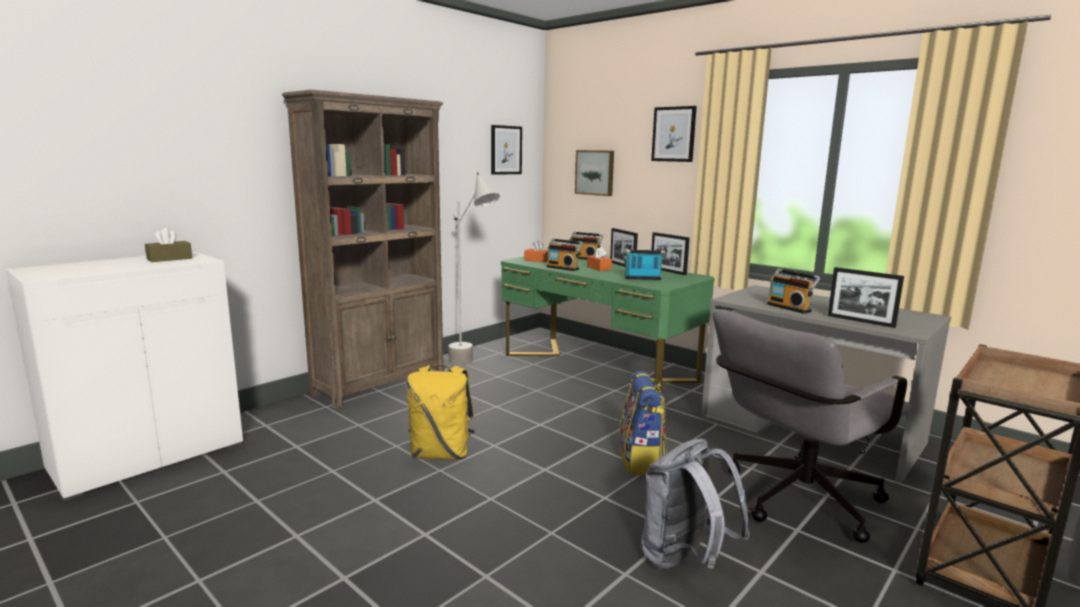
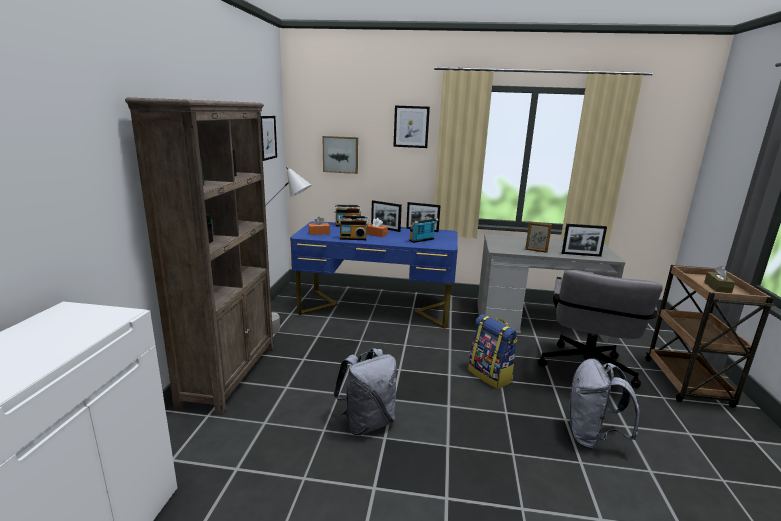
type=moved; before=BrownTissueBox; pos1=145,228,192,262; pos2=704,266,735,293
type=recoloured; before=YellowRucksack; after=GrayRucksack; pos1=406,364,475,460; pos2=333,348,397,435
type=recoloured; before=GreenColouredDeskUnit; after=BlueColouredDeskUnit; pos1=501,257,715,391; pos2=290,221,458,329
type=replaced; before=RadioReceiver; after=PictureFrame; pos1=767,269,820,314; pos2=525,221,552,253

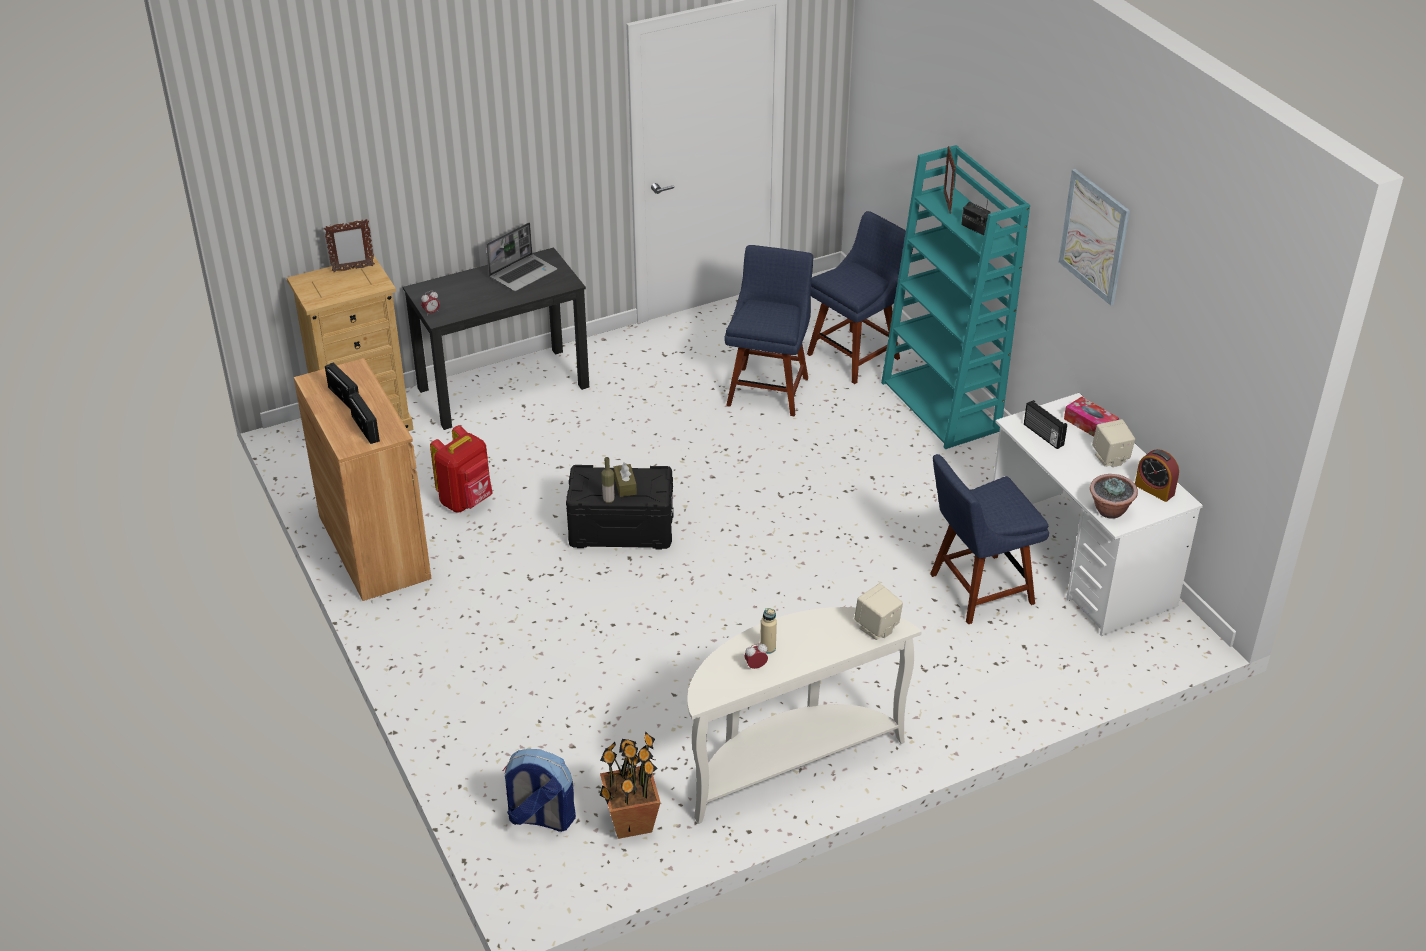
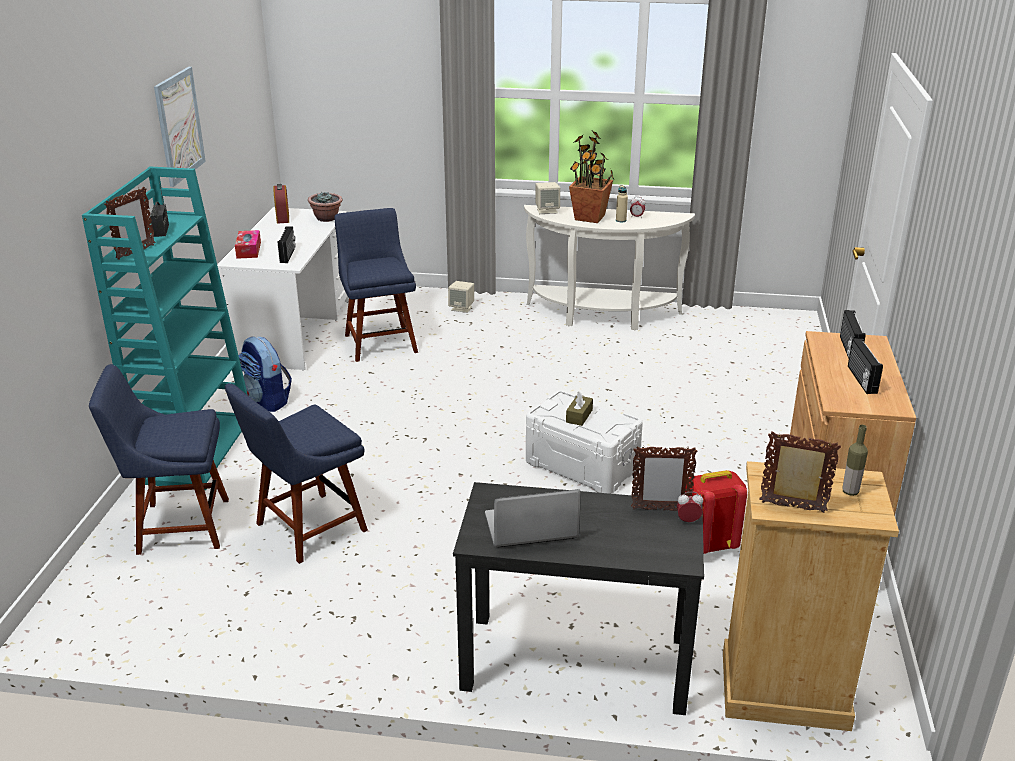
type=moved; before=Rucksack; pos1=503,749,576,832; pos2=238,336,292,412
type=recoloured; before=BlackColouredStorageContainer; after=WhiteColouredStorageContainer; pos1=566,465,674,550; pos2=526,391,643,494
type=moved; before=PlantInAPot; pos1=600,731,661,839; pos2=569,131,614,223
type=moved; before=Bottle; pos1=601,457,615,503; pos2=843,425,868,496
type=turned; before=BlueColouredPlainChair; pos1=930,454,1049,624; pos2=334,208,418,362; turn=-120
type=moved; before=BeigeAudioSpeaker; pos1=1092,419,1135,467; pos2=448,281,474,313
type=added; after=PictureFrame; pos2=631,446,698,511

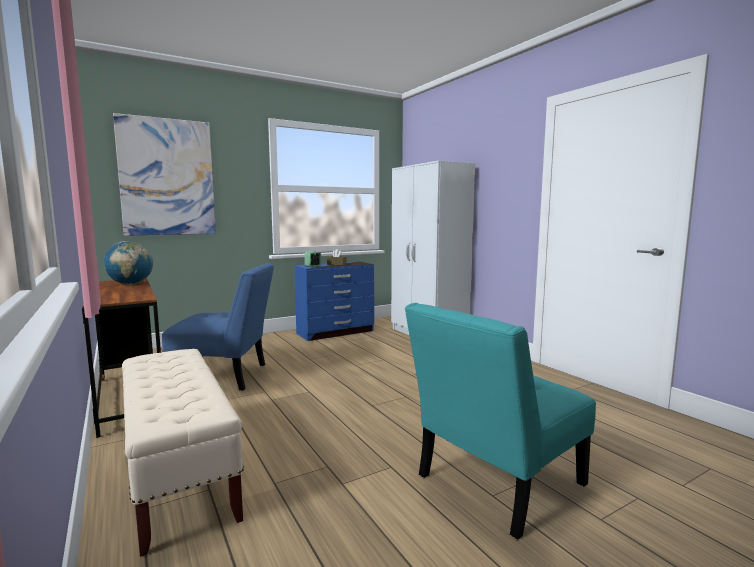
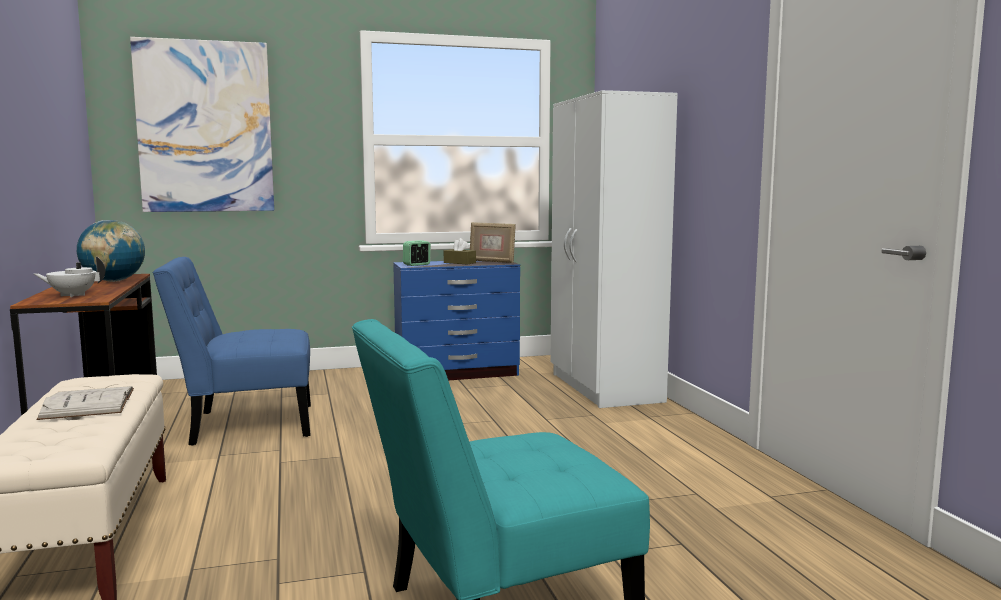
type=turned; before=BlueColouredPlainChair; pos1=162,263,274,390; pos2=153,257,311,445; turn=150
type=added; after=WhiteColouredTeaPot; pos2=34,256,105,297
type=added; after=WhiteColouredVolume; pos2=36,386,134,420
type=added; after=PictureFrame; pos2=470,222,516,263

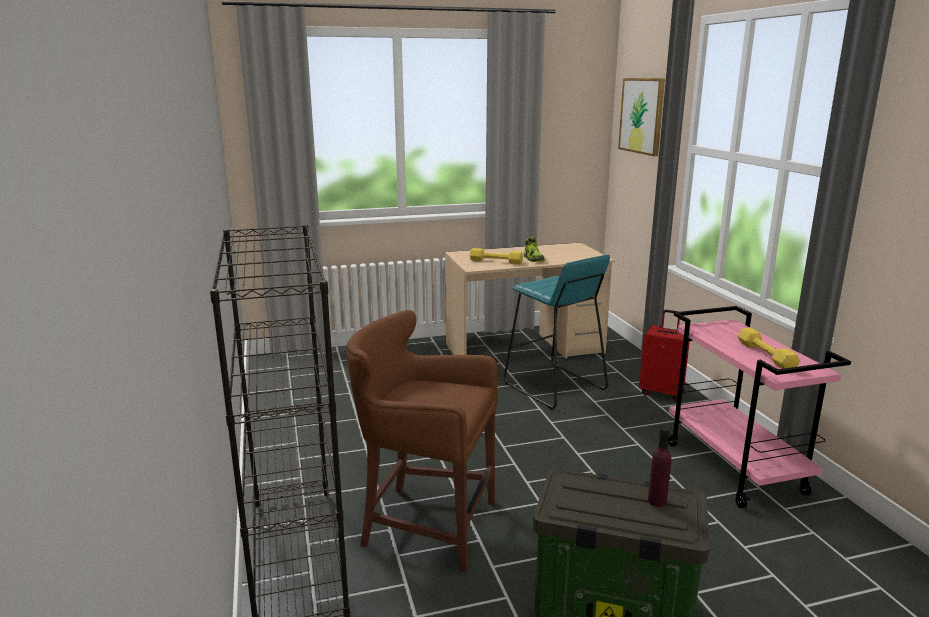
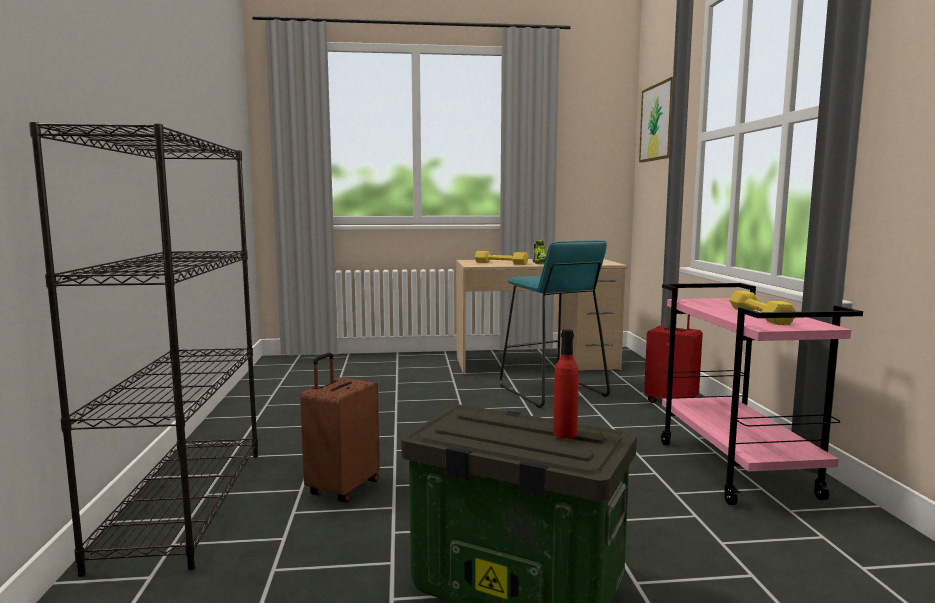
type=replaced; before=BrownSittingStool; after=BrownTravelCase; pos1=347,310,498,572; pos2=300,353,380,502
type=recoloured; before=PurplishBottle; after=ReddishBottle; pos1=648,427,671,507; pos2=553,329,578,438

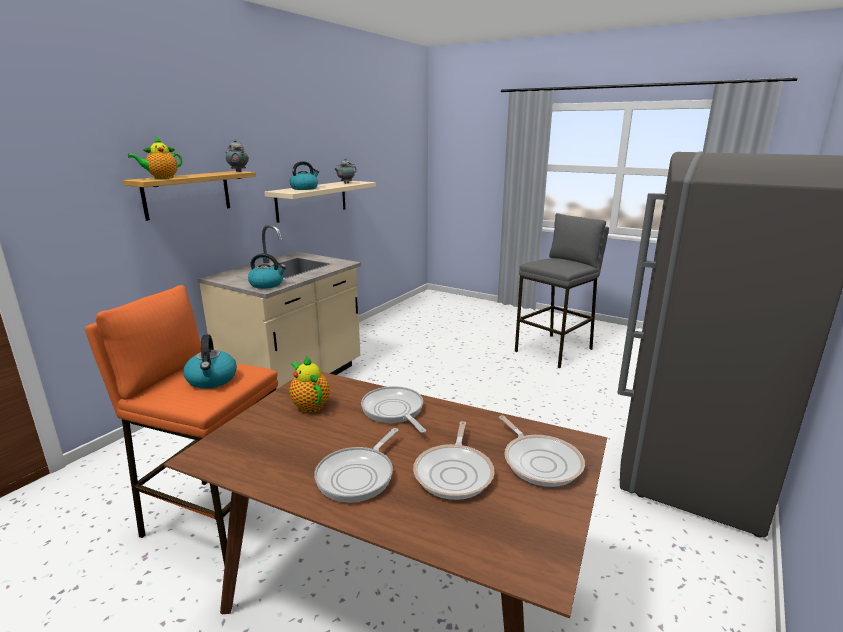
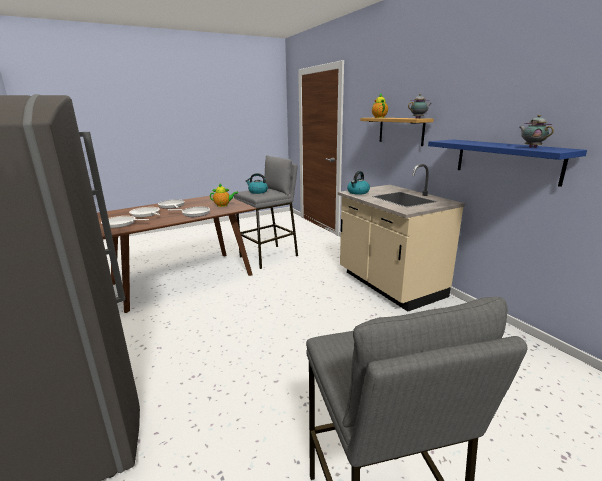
type=recoloured; before=OrangeySittingStool; after=GraySittingStool; pos1=85,285,278,567; pos2=234,155,298,269
type=recoloured; before=BeigeShelf; after=BlueColouredShelf; pos1=264,181,376,223; pos2=428,139,587,187
type=removed; before=Kettle; pos1=290,161,319,190

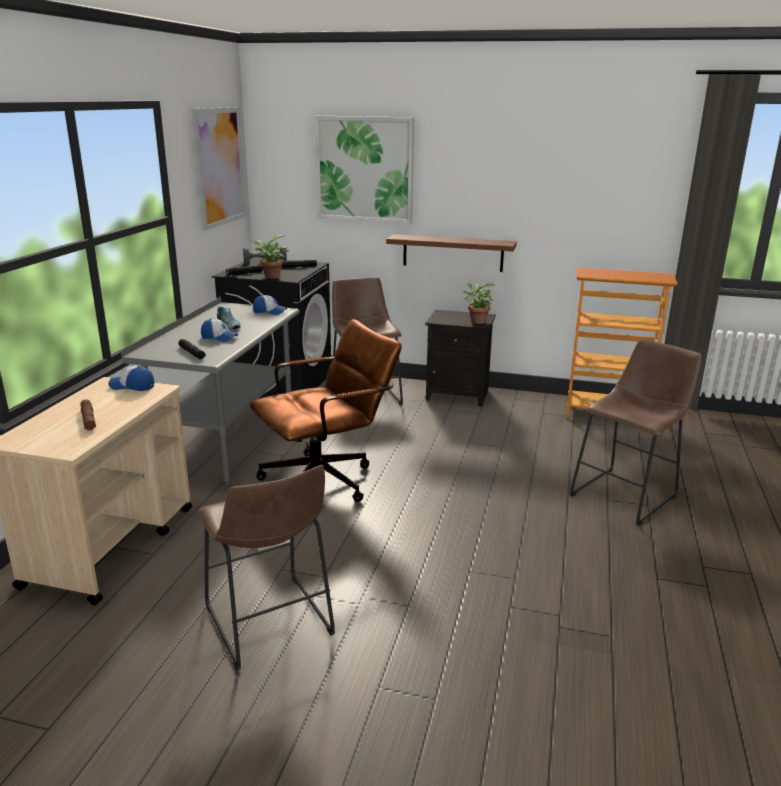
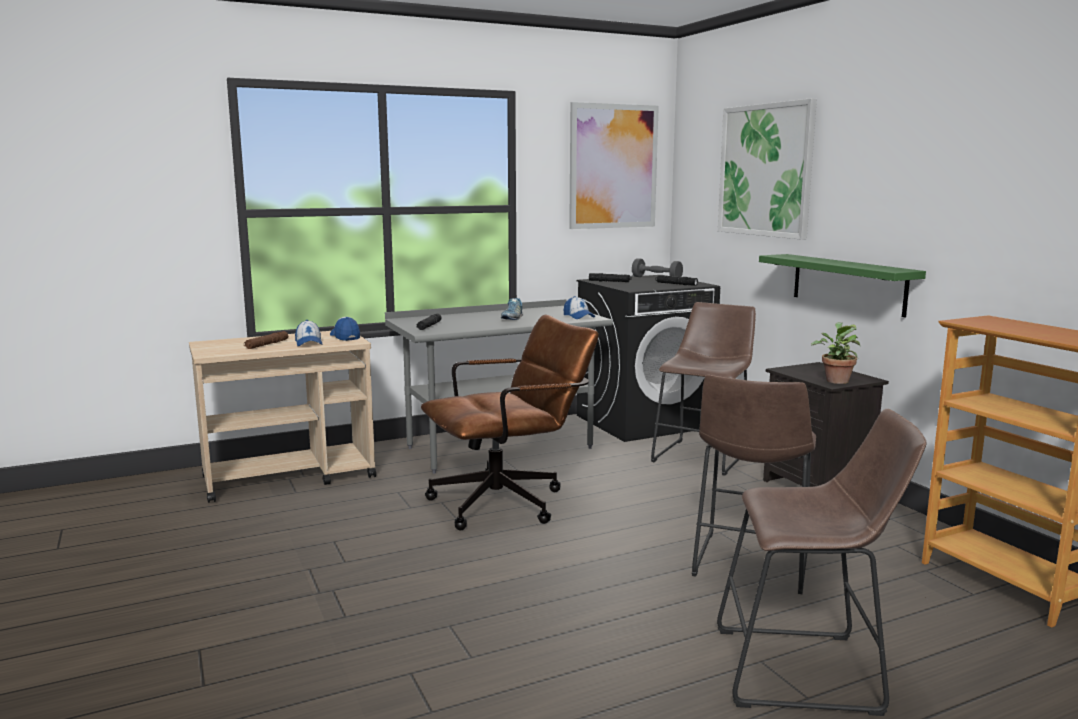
type=moved; before=BrownSittingStool; pos1=197,465,335,670; pos2=692,375,816,594
type=moved; before=PeakedCap; pos1=201,318,238,342; pos2=295,320,323,346
type=removed; before=PlantInAPot; pos1=248,235,289,279
type=turned; before=BrownOfficeChair; pos1=250,319,402,502; pos2=421,315,599,530; turn=-45
type=recoloured; before=BrownShelf; after=GreenColouredShelf; pos1=386,234,517,272; pos2=759,254,926,317

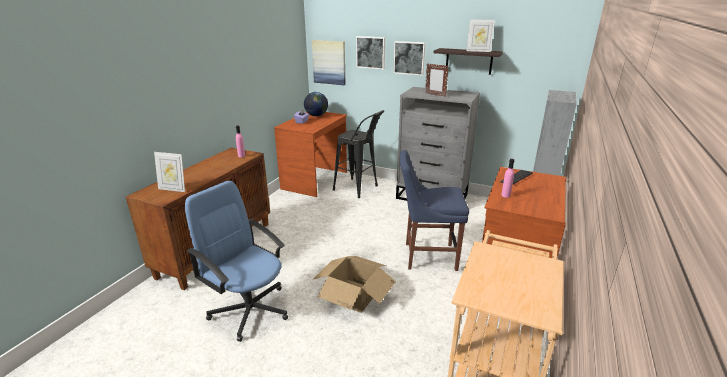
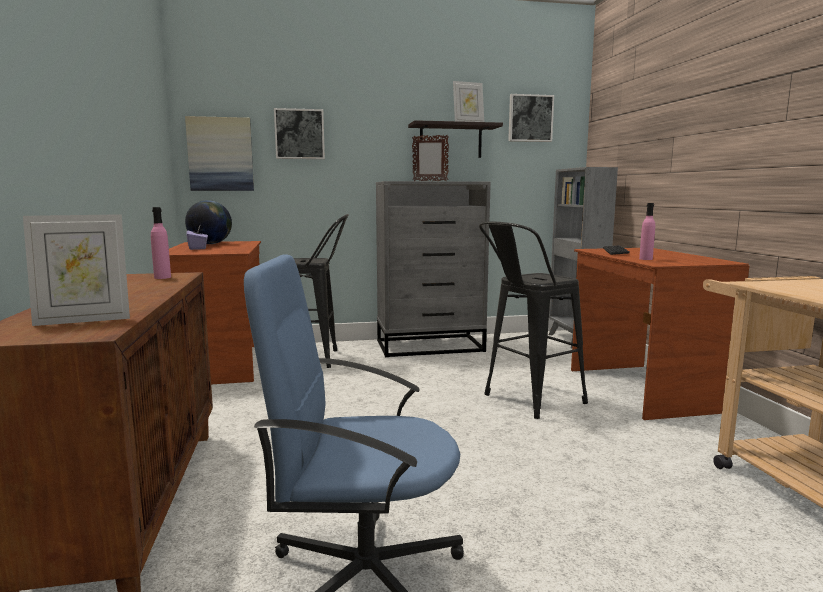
type=removed; before=Carton; pos1=312,256,396,313
type=moved; before=Picture; pos1=393,41,426,76; pos2=508,94,554,142
type=replaced; before=BlueColouredPlainChair; after=BlackColouredSittingStool; pos1=400,150,469,271; pos2=479,221,588,419

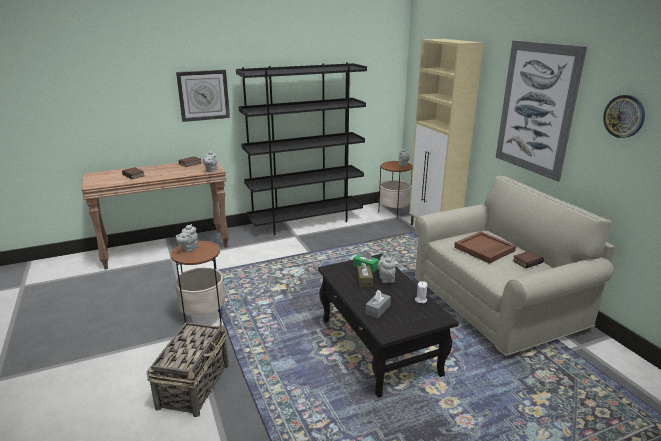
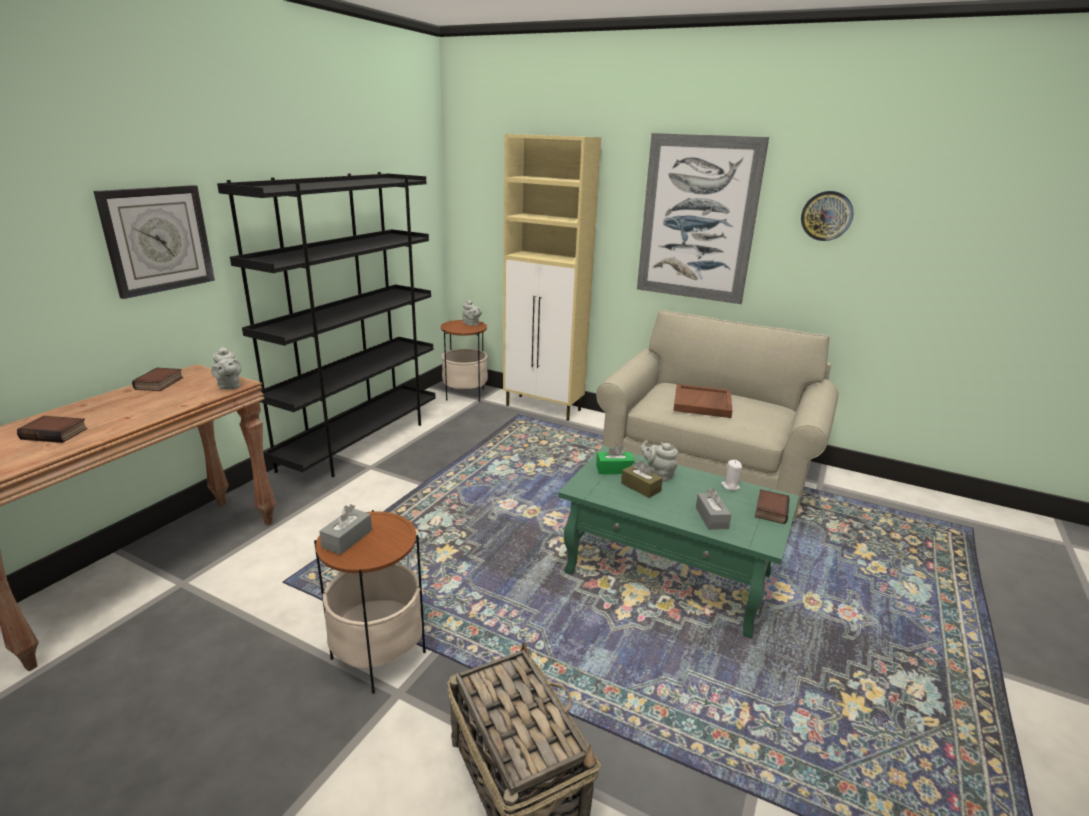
type=replaced; before=GrayTeaPot; after=GrayTissueBox; pos1=176,224,198,252; pos2=319,504,372,555
type=recoloured; before=BlackColouredCoffeeTable; after=GreenColouredCoffeeTable; pos1=318,254,459,398; pos2=558,446,799,638
type=moved; before=Volume; pos1=513,251,544,268; pos2=755,489,790,524

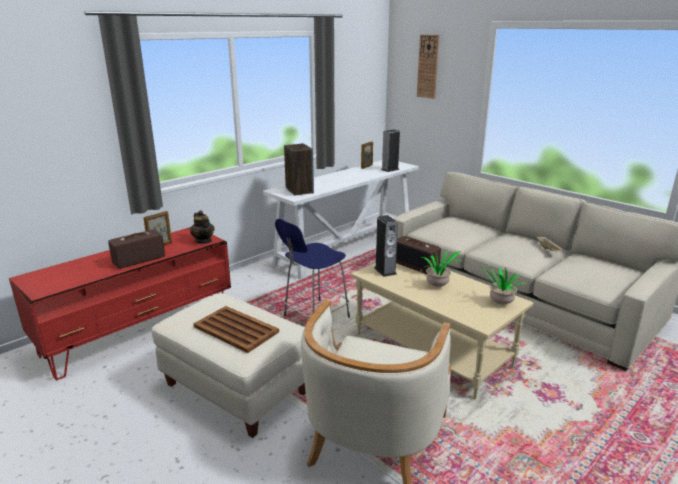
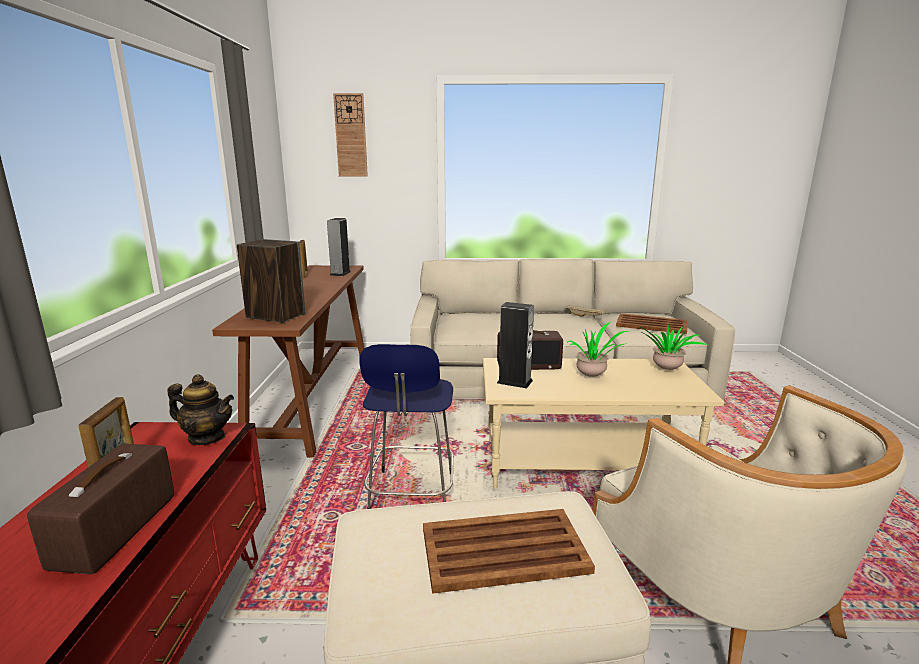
type=recoloured; before=WhiteColouredConsoleTable; after=BrownConsoleTable; pos1=263,160,419,279; pos2=212,265,365,458
type=added; after=BrownServingTray; pos2=616,313,687,334

